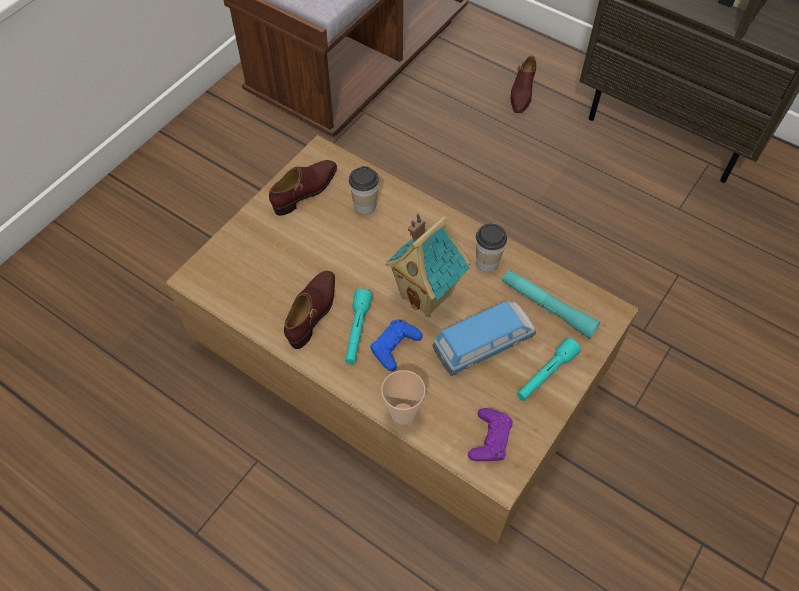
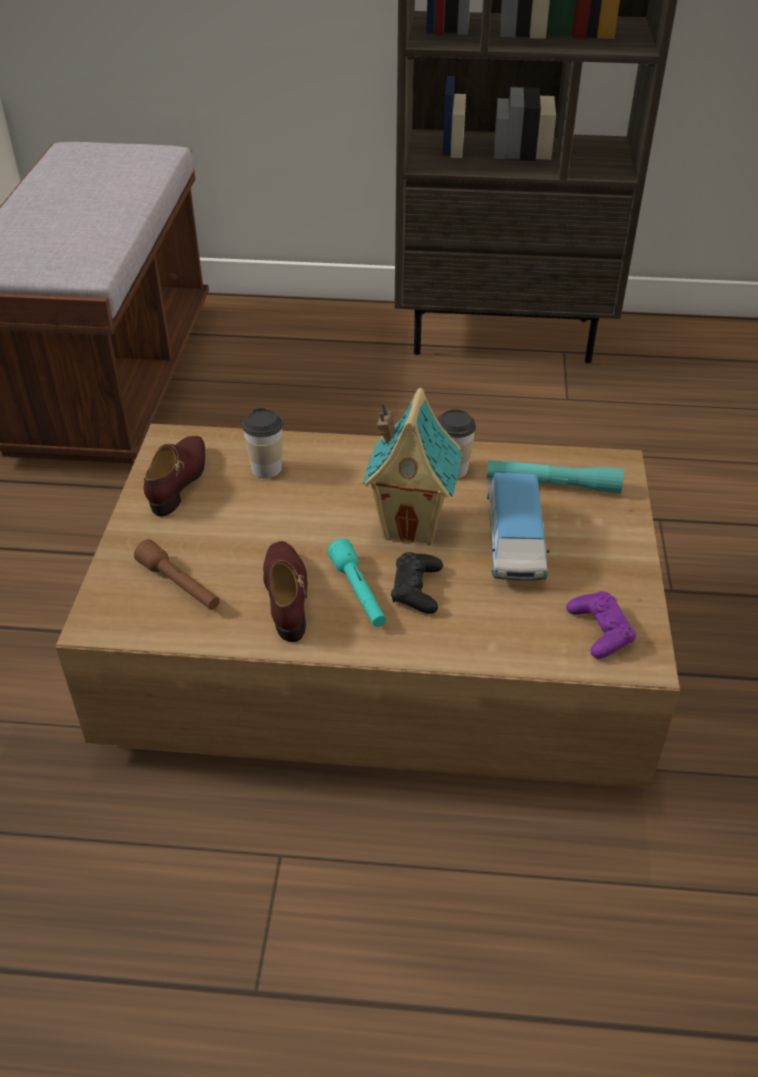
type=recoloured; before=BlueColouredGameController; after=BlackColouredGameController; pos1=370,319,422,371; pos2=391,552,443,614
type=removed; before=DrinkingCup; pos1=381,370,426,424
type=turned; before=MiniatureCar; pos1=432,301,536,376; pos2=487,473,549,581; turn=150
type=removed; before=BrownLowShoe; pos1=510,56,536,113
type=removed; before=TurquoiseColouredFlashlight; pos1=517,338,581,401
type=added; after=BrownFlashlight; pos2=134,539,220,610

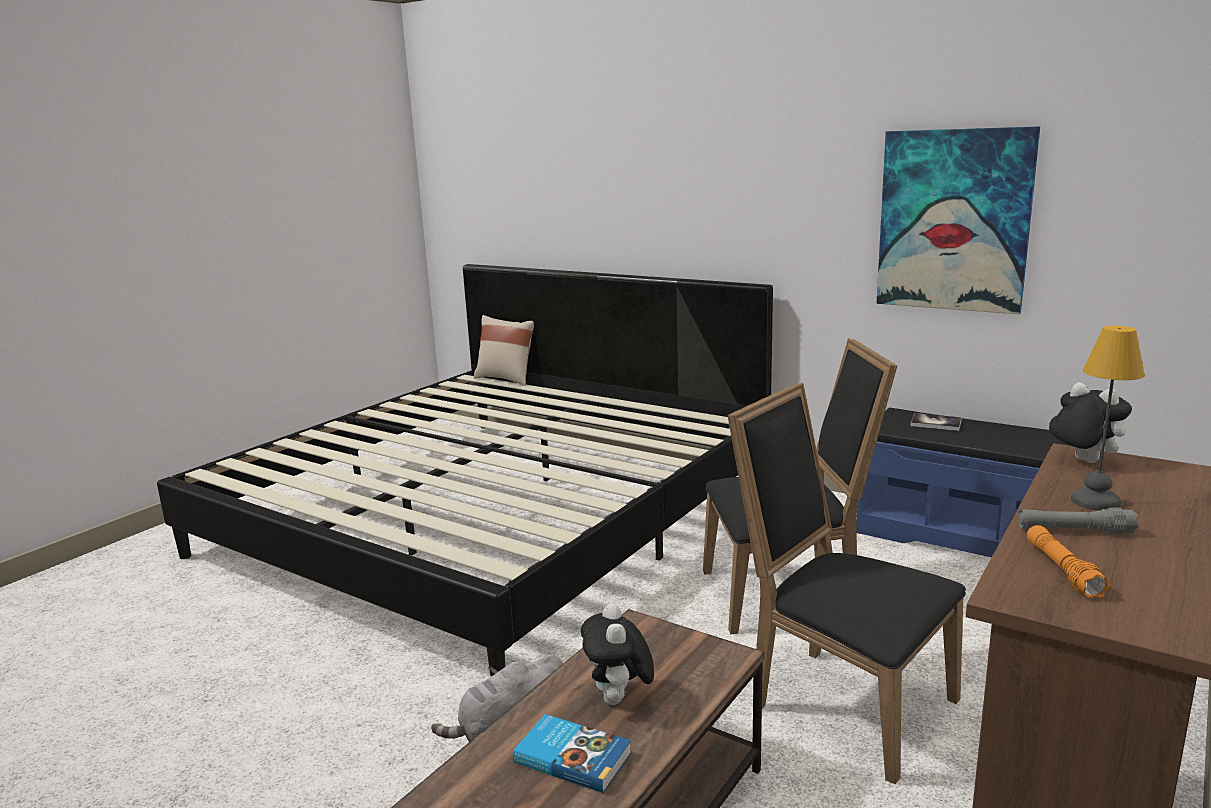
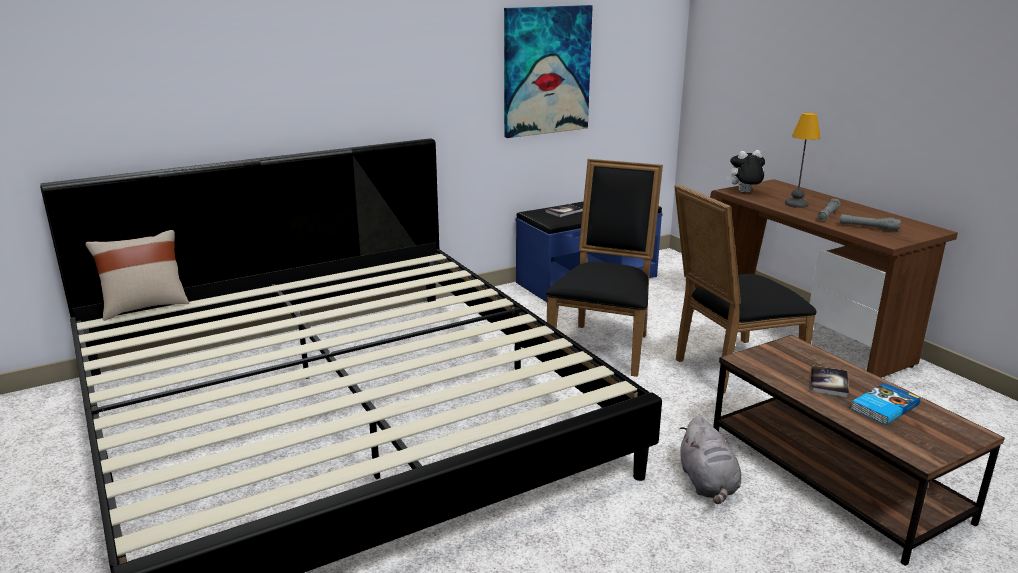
type=replaced; before=PlushToy; after=Volume; pos1=581,603,654,705; pos2=811,365,849,397
type=recoloured; before=OrangeyFlashlight; after=GrayFlashlight; pos1=1027,525,1111,599; pos2=840,214,901,232

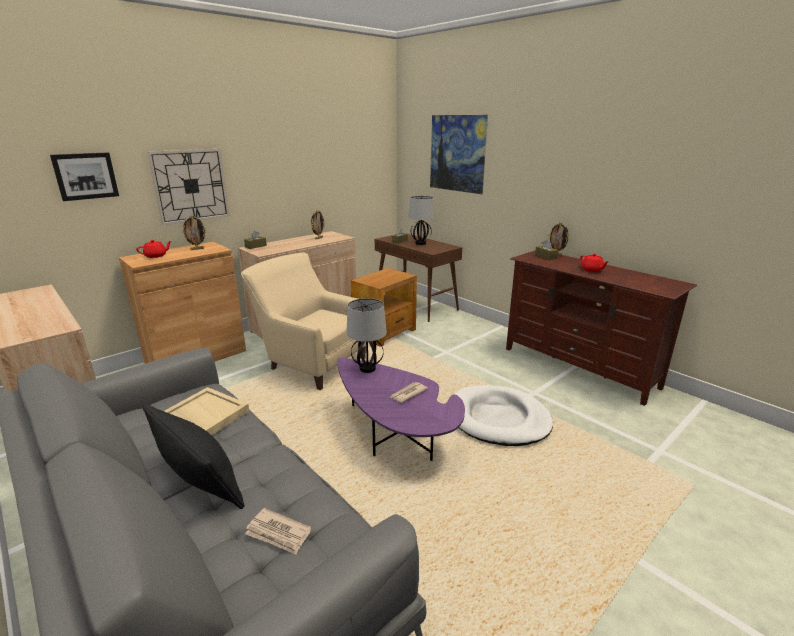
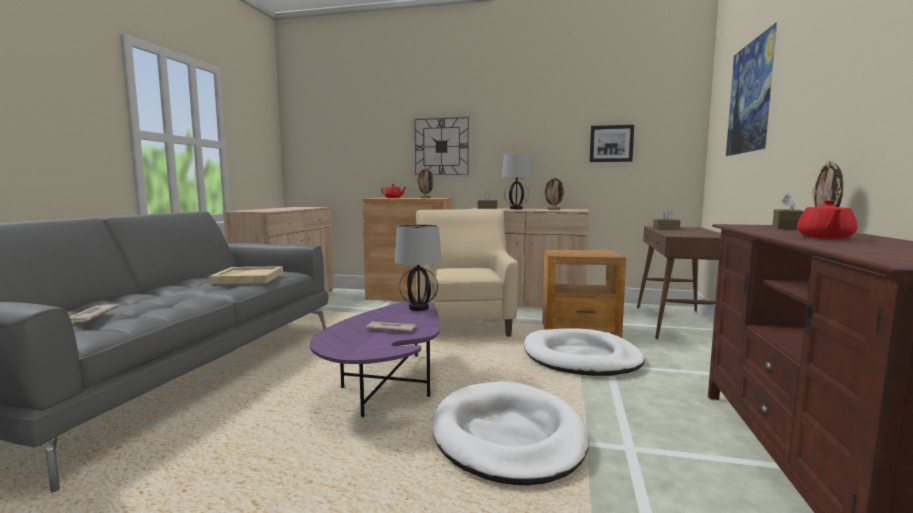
type=moved; before=Picture; pos1=50,152,119,201; pos2=590,125,634,162
type=removed; before=BlackColouredCushion; pos1=142,403,244,509
type=moved; before=LampForATable; pos1=408,196,434,245; pos2=502,154,532,209
type=added; after=WhiteColouredDogCushion; pos2=524,328,645,376

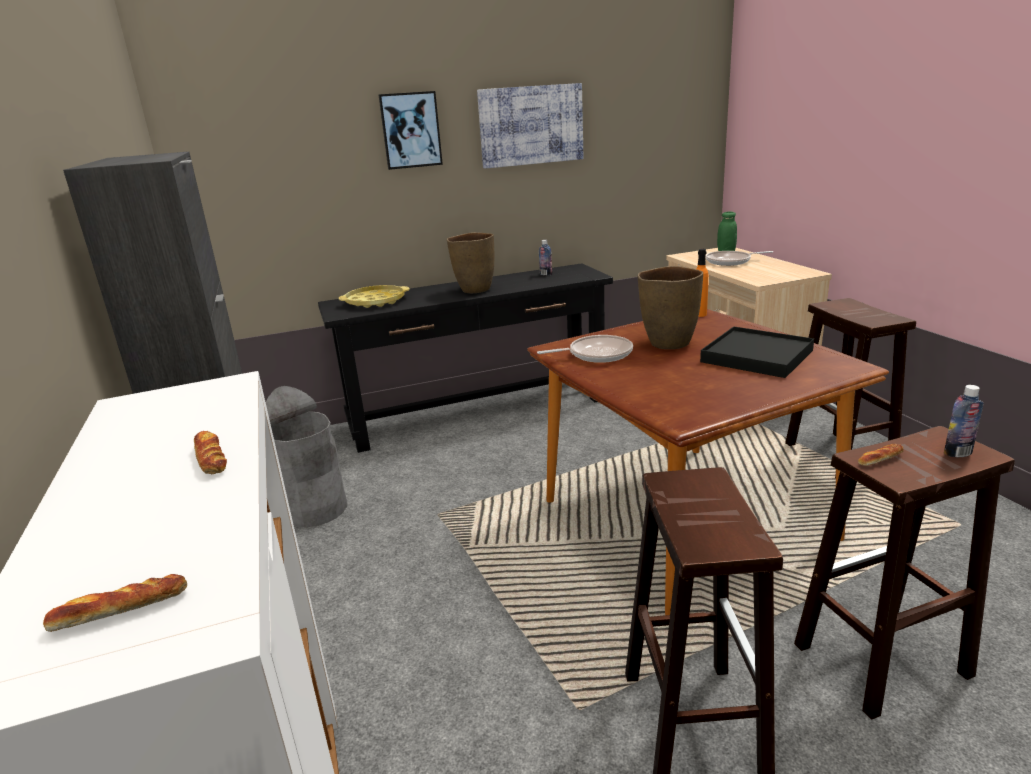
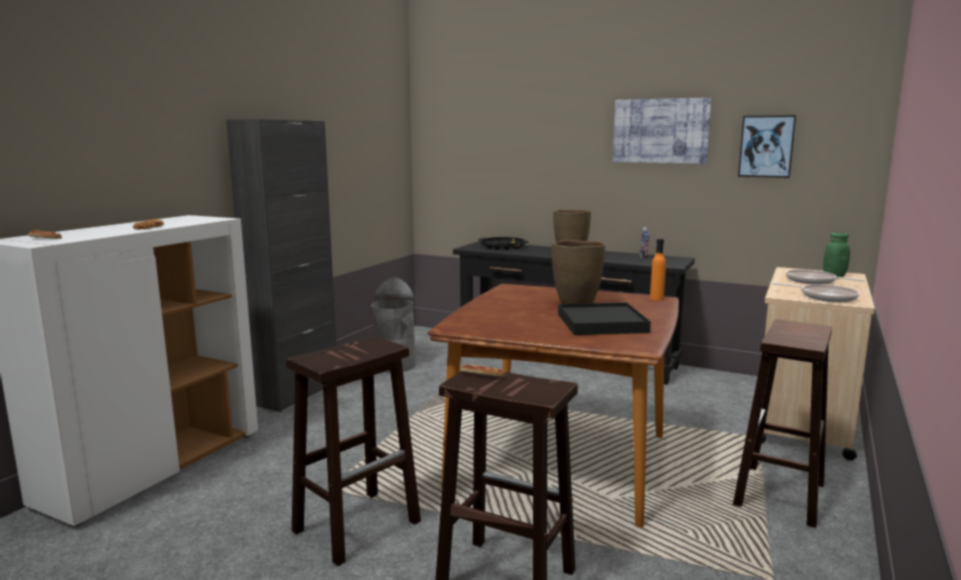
type=recoloured; before=YellowServingTray; after=BlackColouredServingTray; pos1=339,285,410,308; pos2=478,237,528,250
type=moved; before=Picture; pos1=379,91,443,170; pos2=738,115,796,178
type=moved; before=FryingPan; pos1=537,335,633,363; pos2=773,282,859,302
type=removed; before=Bottle; pos1=944,385,983,457

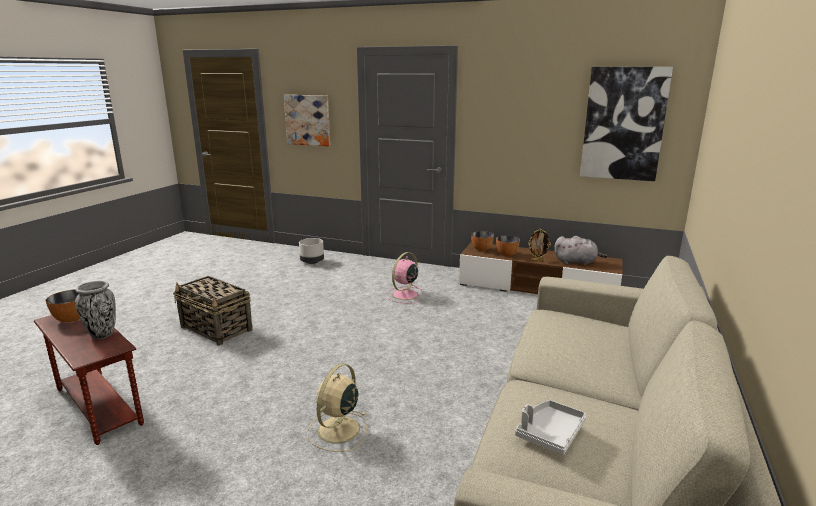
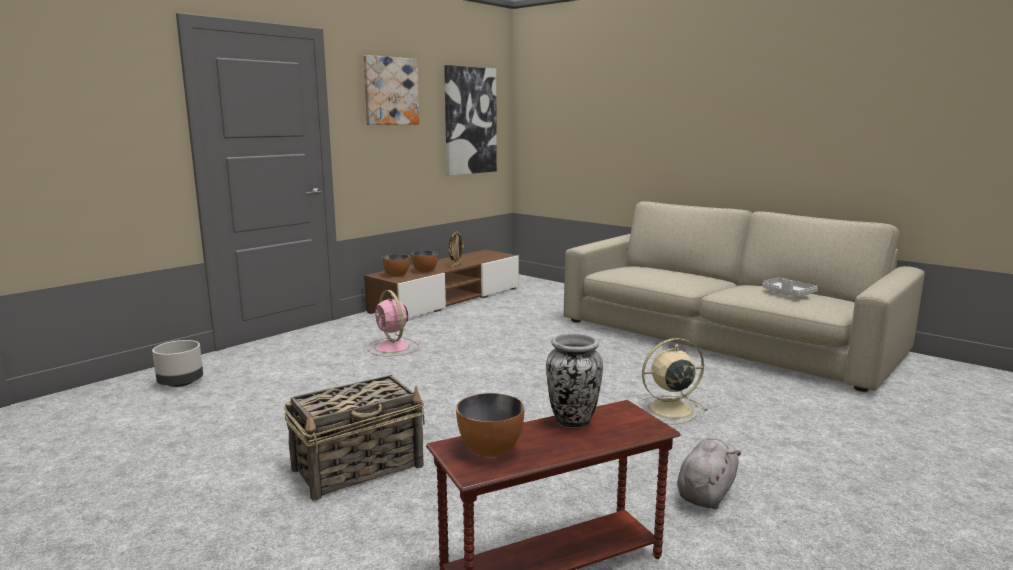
type=moved; before=Picture; pos1=284,95,330,146; pos2=363,55,419,125
type=turned; before=BeigeFan; pos1=307,363,367,452; pos2=637,338,708,425; turn=120
type=moved; before=GrayPlushToy; pos1=554,236,608,265; pos2=677,437,741,509

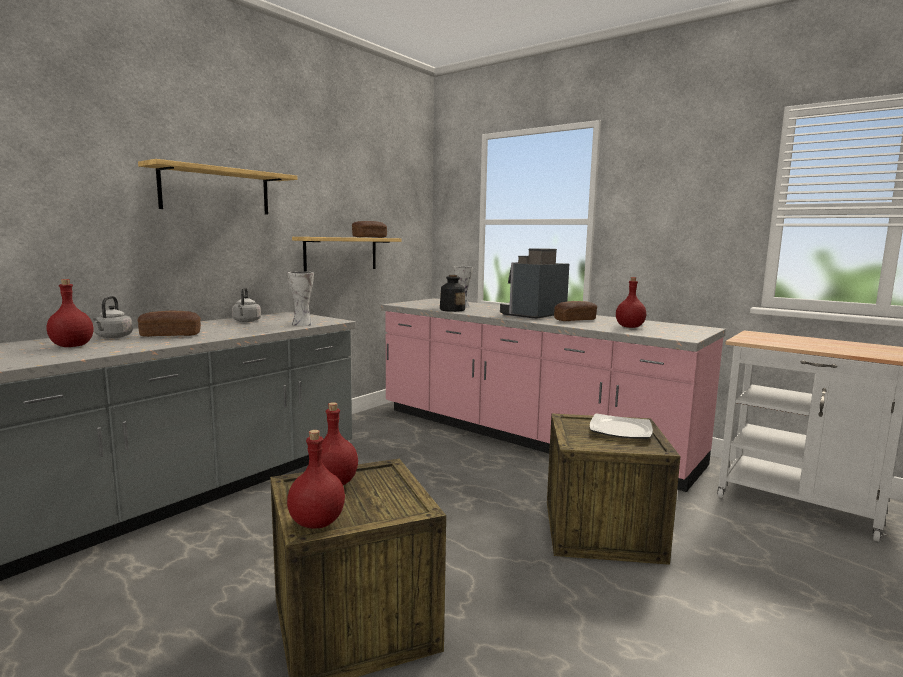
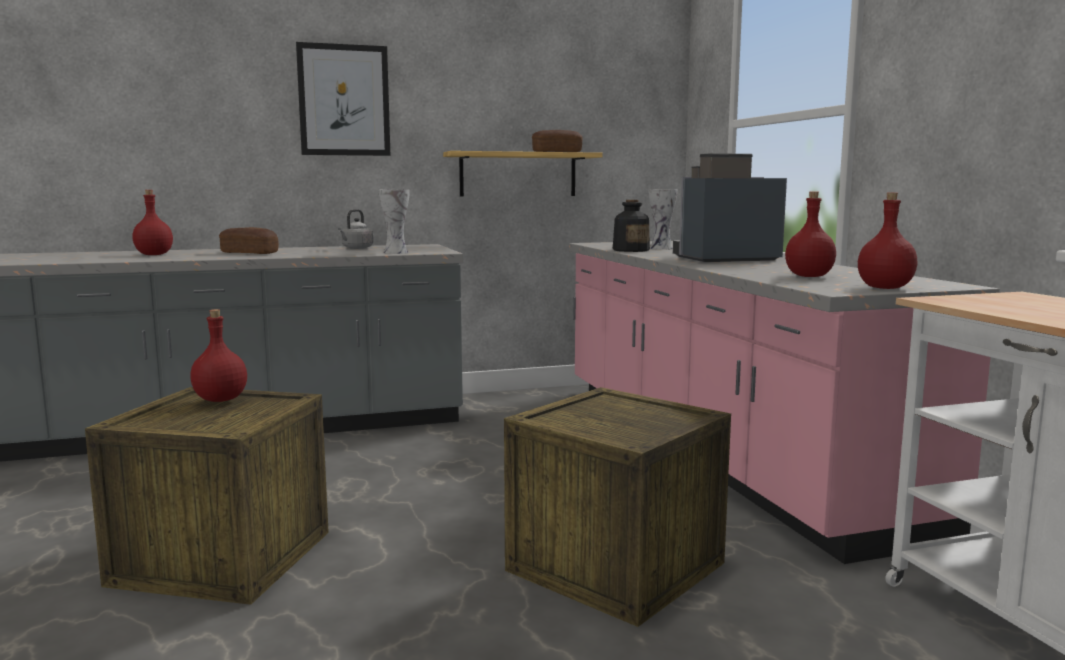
type=removed; before=GrayKettle; pos1=93,296,133,338
type=replaced; before=Shelf; after=Picture; pos1=138,159,297,215; pos2=296,42,391,156
type=moved; before=ReddishBottle; pos1=287,430,345,529; pos2=858,192,917,289
type=removed; before=BakeryBread; pos1=554,301,597,321
type=removed; before=FlatDish; pos1=590,414,653,439

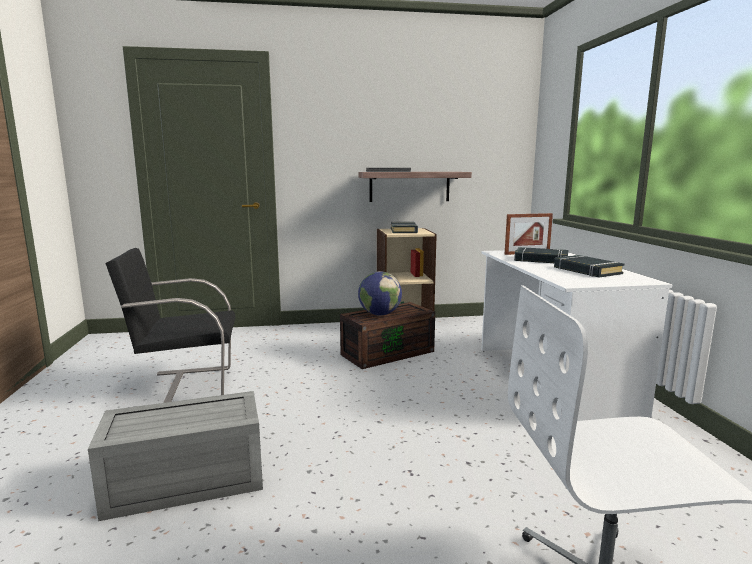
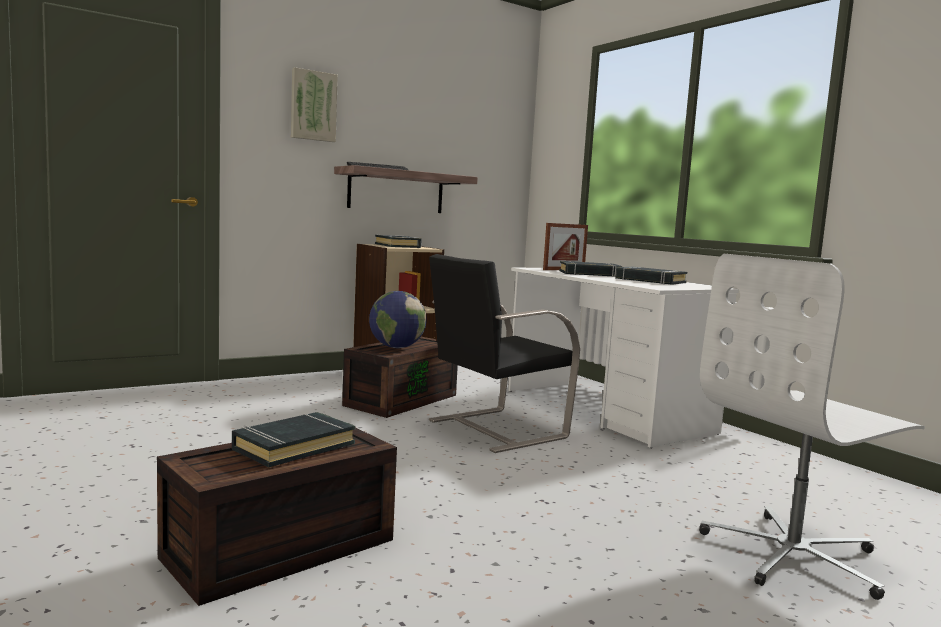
type=recoloured; before=GrayStorageContainer; after=BrownStorageContainer; pos1=88,391,263,521; pos2=157,428,397,606
type=moved; before=BlackColouredPlainChair; pos1=105,248,235,403; pos2=429,254,580,453
type=added; after=BlackColouredVolume; pos2=232,412,356,467
type=added; after=Picture; pos2=291,67,338,142

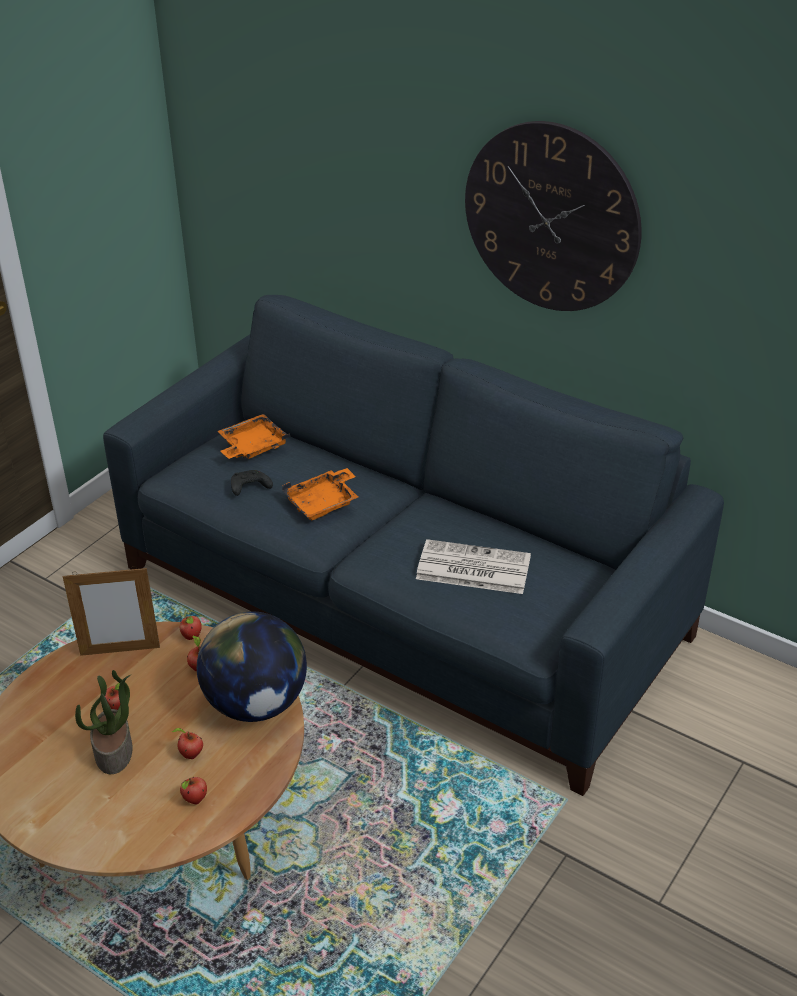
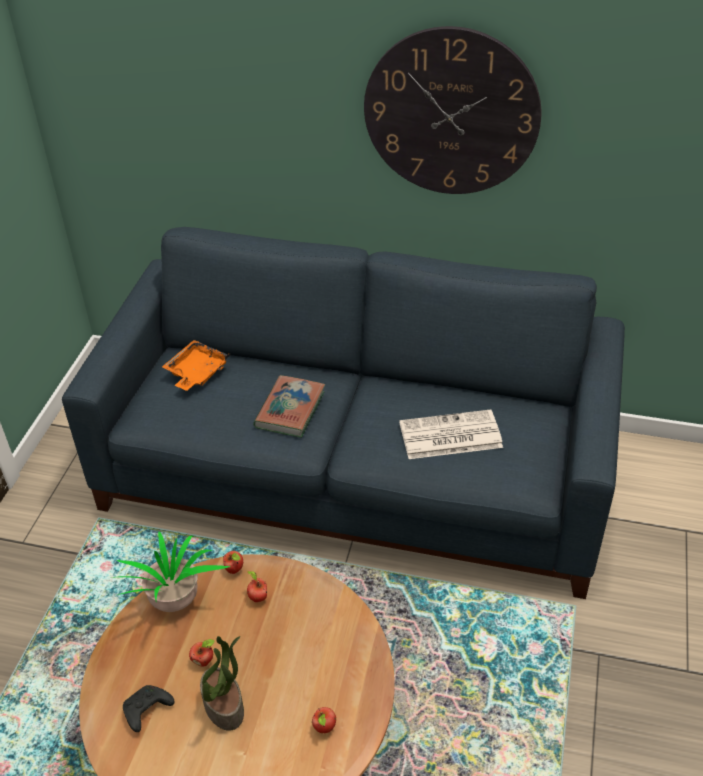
type=replaced; before=PictureFrame; after=PlantInAPot; pos1=63,566,160,656; pos2=117,532,231,612
type=removed; before=WholeApple; pos1=172,728,203,759
type=removed; before=DeskGlobe; pos1=197,612,307,722
type=moved; before=BlackColouredGameController; pos1=231,470,273,496; pos2=123,685,175,732
type=replaced; before=OrangeyServingTray; after=Volume; pos1=282,468,358,520; pos2=253,375,325,438

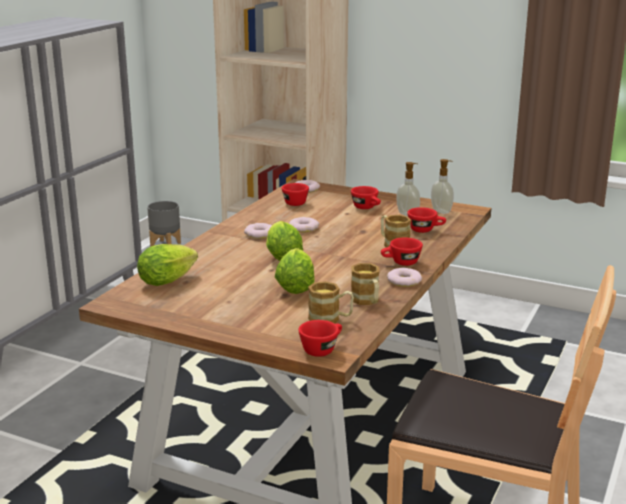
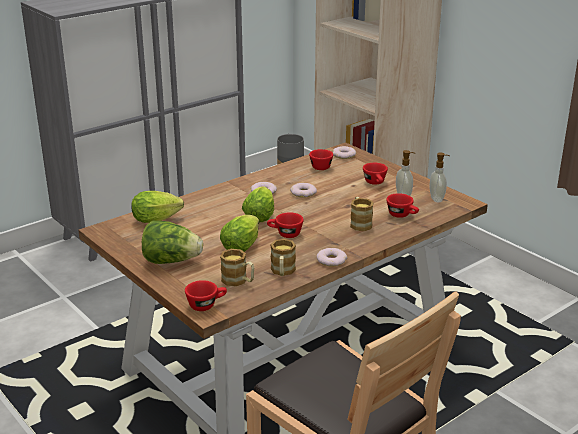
type=moved; before=ReddishDrinkingCup; pos1=381,238,423,266; pos2=267,212,304,238
type=added; after=HeadOfLettuce; pos2=142,221,203,264

